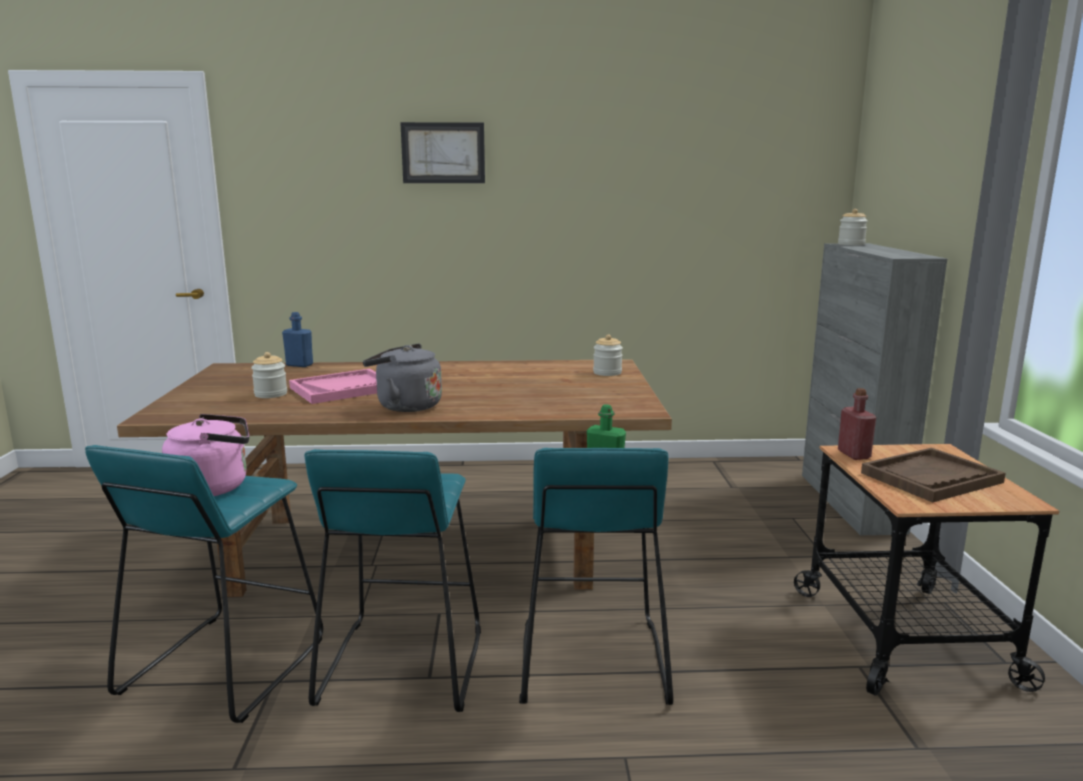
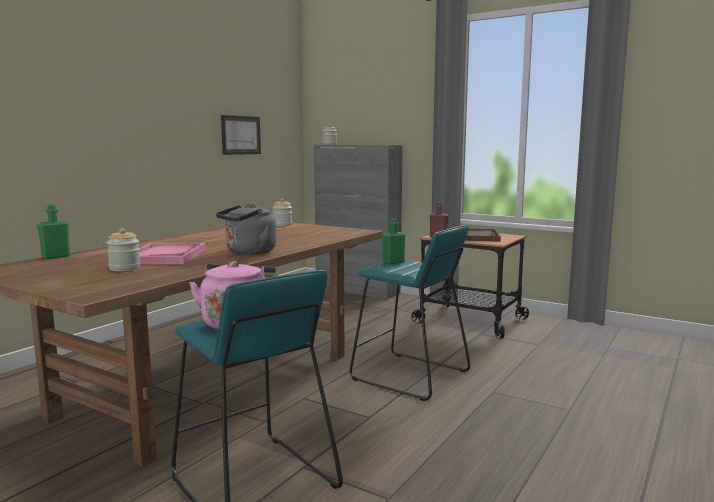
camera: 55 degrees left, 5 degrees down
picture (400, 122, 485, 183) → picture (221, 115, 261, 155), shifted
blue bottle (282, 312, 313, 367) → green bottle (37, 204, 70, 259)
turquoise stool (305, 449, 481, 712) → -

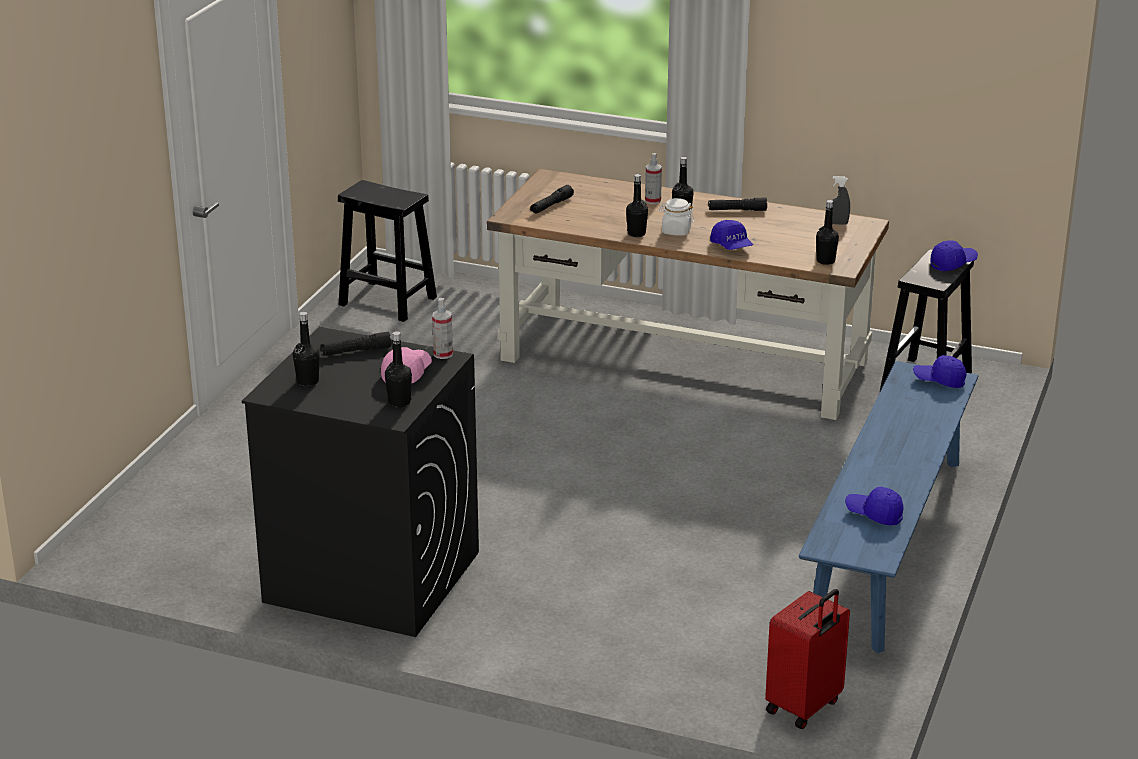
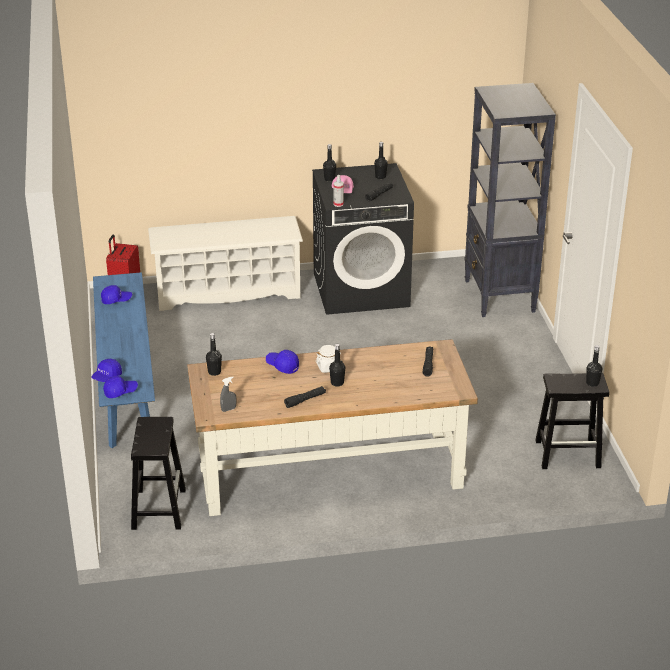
camera: 150 degrees right, 5 degrees up
spray bottle (645, 153, 662, 204) → -
black bottle (626, 174, 648, 237) → black bottle (586, 345, 602, 387), shifted
blue cap (930, 240, 978, 271) → blue cap (91, 359, 122, 382), shifted
- → black bookcase (464, 83, 556, 317)
- → white shoe rack (148, 216, 303, 311)

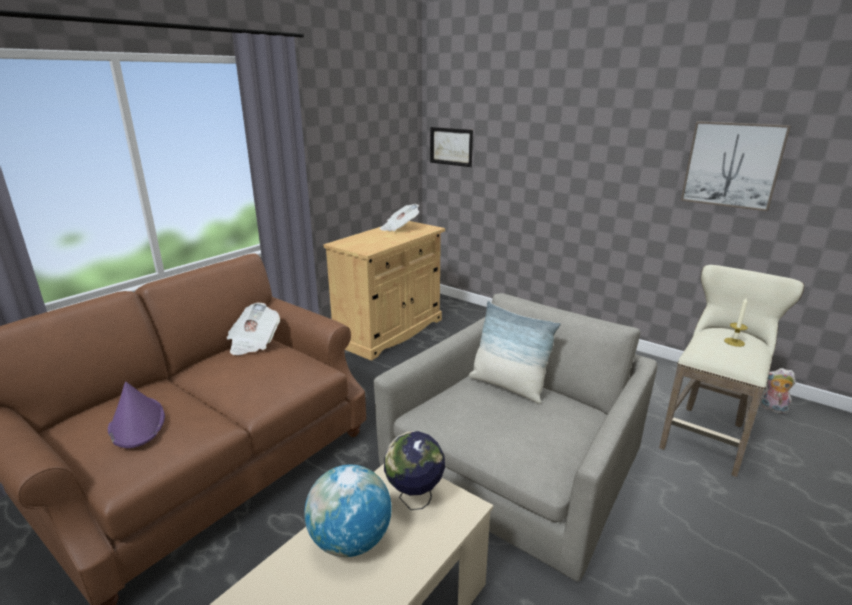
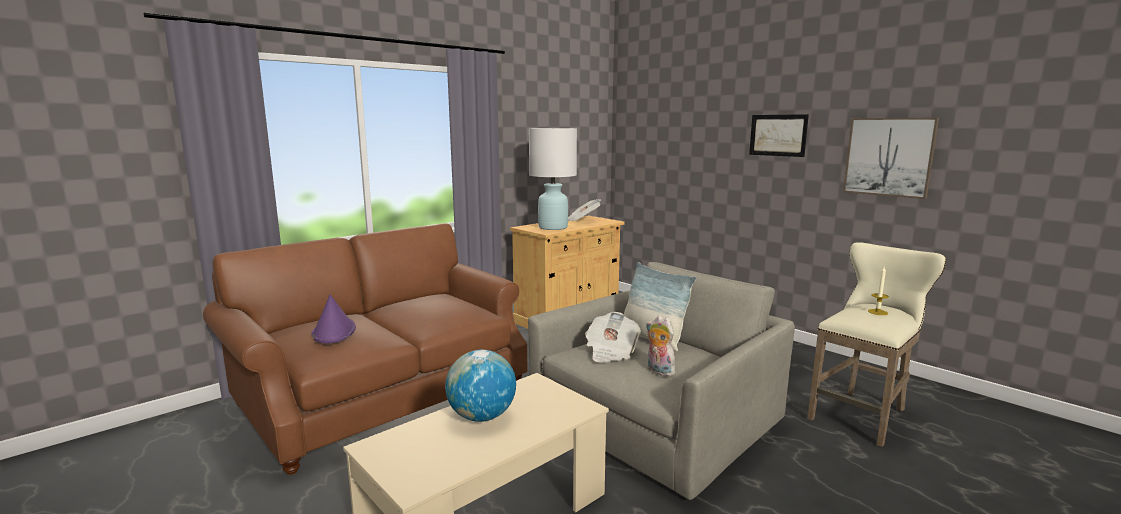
camera: 10 degrees right, 10 degrees down
picture (430, 127, 473, 167) → picture (749, 114, 809, 157), shifted
newspaper (226, 303, 280, 355) → newspaper (585, 312, 641, 363), shifted
plush toy (761, 368, 796, 414) → plush toy (646, 316, 678, 376), shifted
globe (384, 431, 445, 510) → -
- → white table lamp (529, 128, 577, 230)

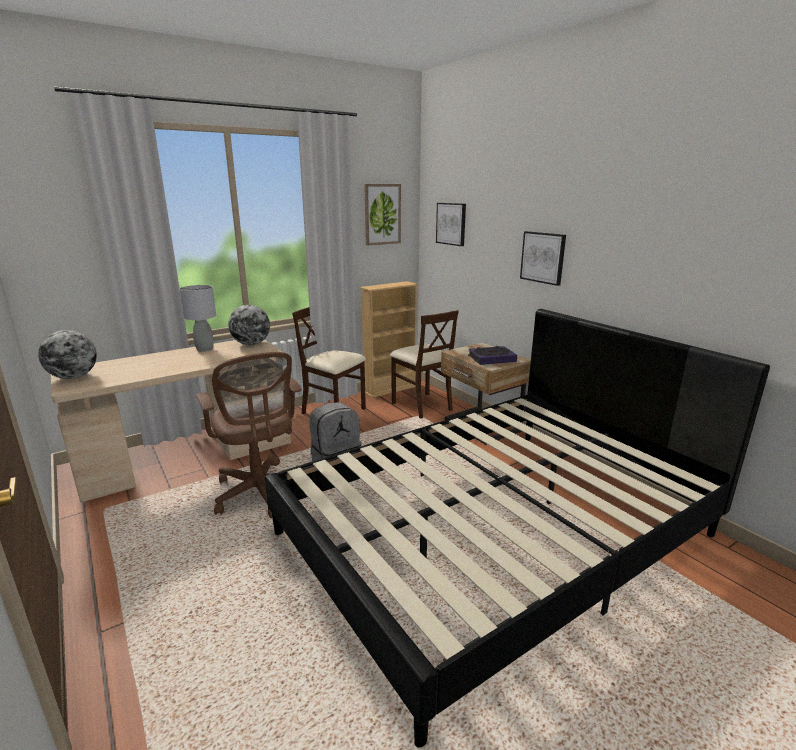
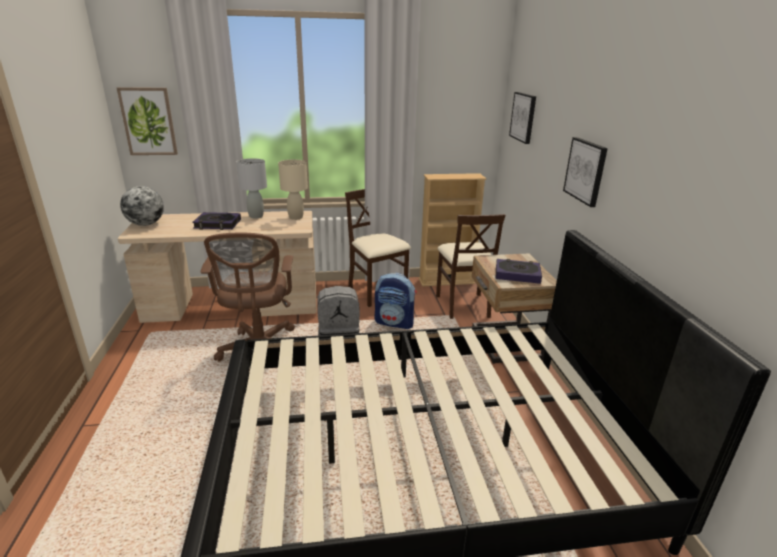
camera: 25 degrees right, 5 degrees up
picture (364, 184, 401, 245) → picture (117, 87, 178, 155), shifted
globe (228, 305, 270, 345) → beige table lamp (278, 160, 308, 220)
- → book (192, 212, 241, 230)
- → backpack (375, 273, 417, 329)

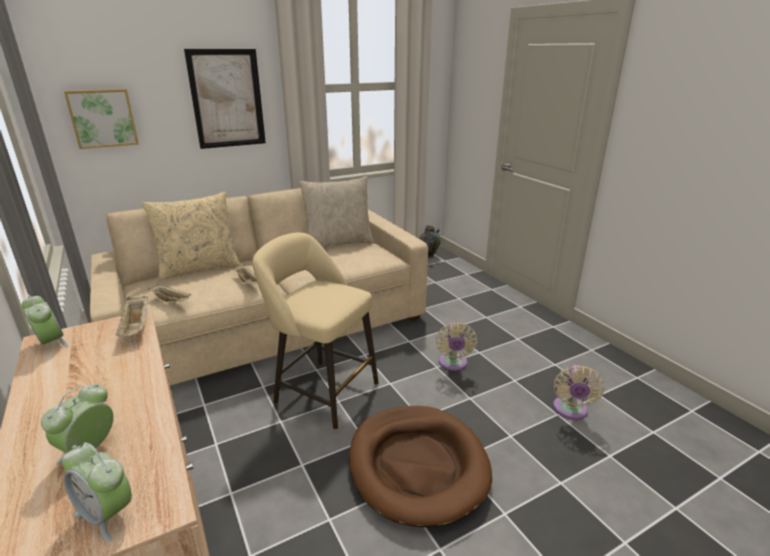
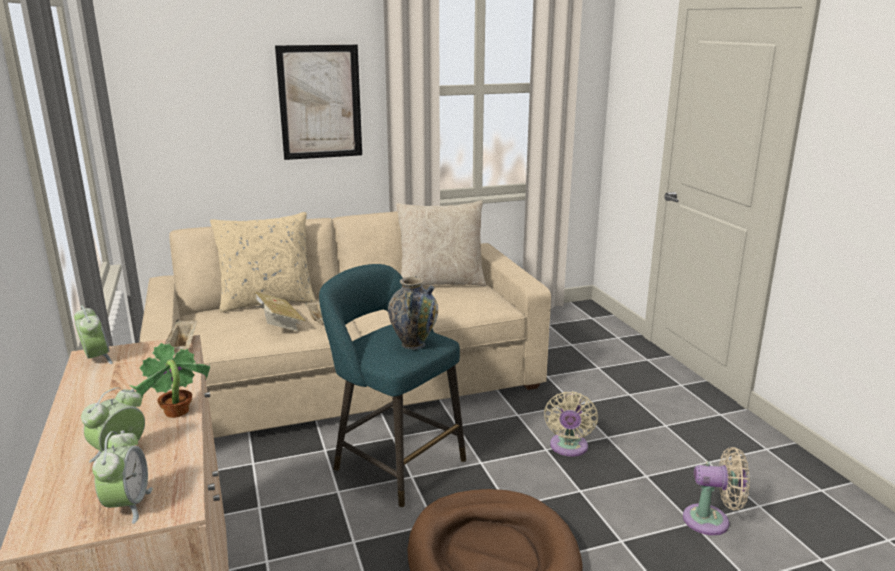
camera: 10 degrees right, 5 degrees down
picture (64, 89, 139, 149) → -
vase (419, 225, 441, 258) → vase (388, 276, 438, 350), shifted
beige stool (252, 233, 379, 430) → turquoise stool (319, 264, 466, 508)
beige tray (148, 284, 191, 302) → -
beige fan (553, 365, 605, 420) → beige fan (683, 447, 750, 535), 105 degrees counterclockwise
alarm clock (62, 442, 132, 542) → alarm clock (92, 430, 153, 524), 135 degrees counterclockwise
- → book (255, 292, 305, 331)
- → potted plant (129, 343, 210, 418)

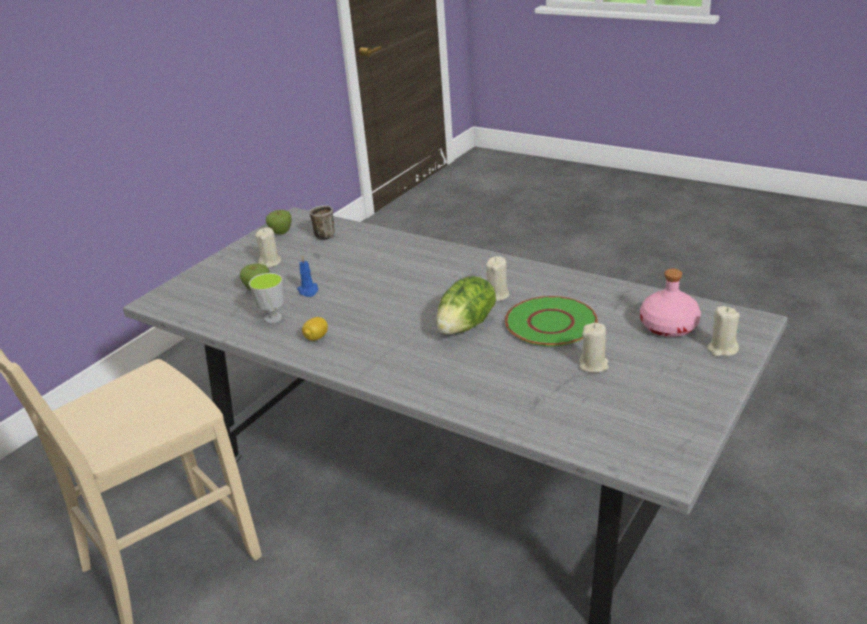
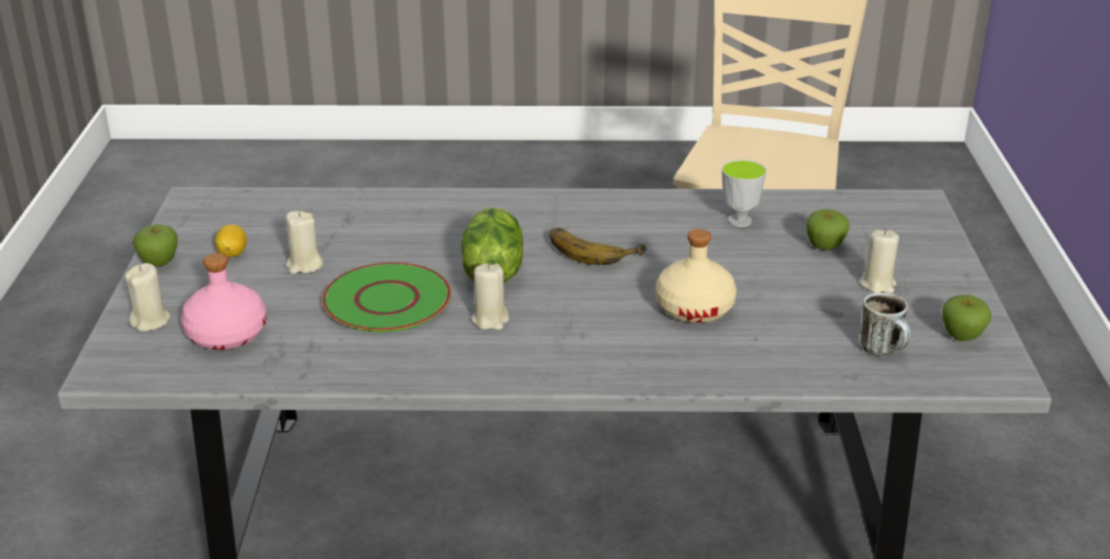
camera: 145 degrees right, 0 degrees up
blue candle (297, 255, 318, 297) → -
lemon (302, 317, 328, 341) → lemon (215, 224, 247, 257), shifted
- → apple (133, 224, 178, 267)
- → banana (550, 228, 646, 265)
- → beige bottle (656, 229, 737, 323)

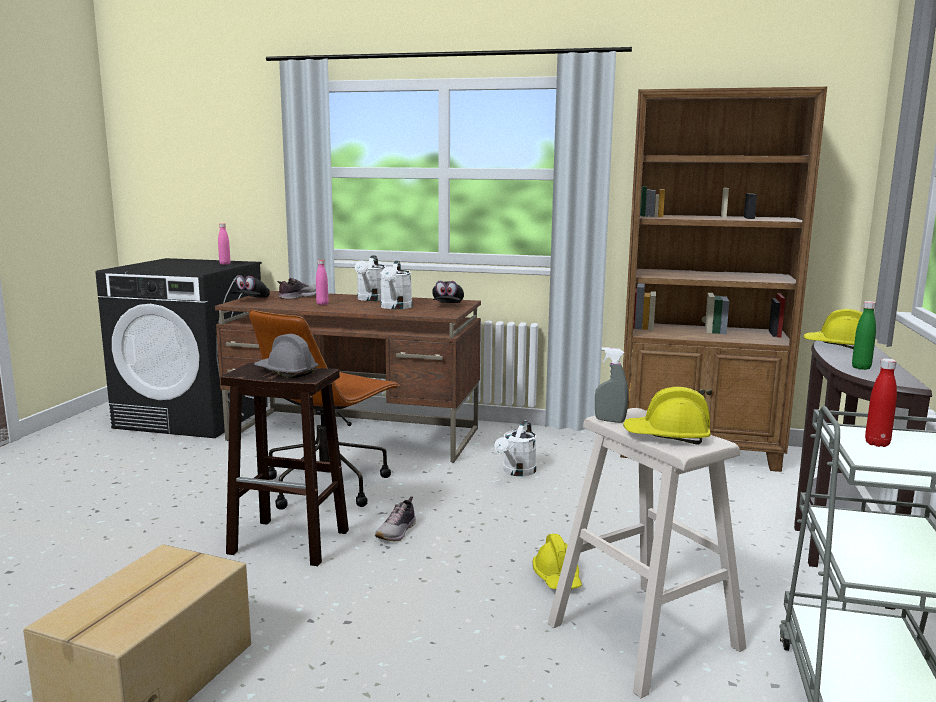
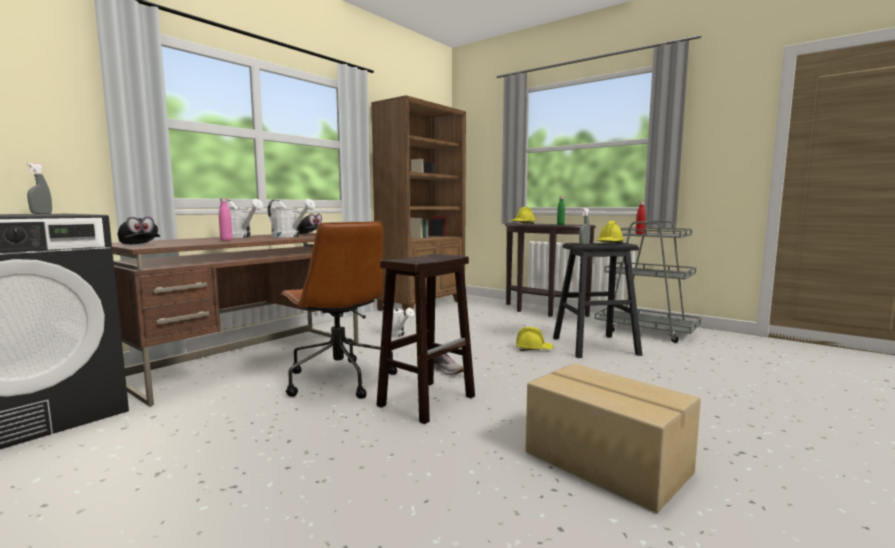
camera: 65 degrees left, 5 degrees down
pink bottle (218, 223, 231, 265) → grey spray bottle (26, 163, 52, 214)
shoe (277, 278, 316, 299) → -
grey hard hat (254, 334, 319, 378) → -
beige stool (548, 408, 746, 698) → black stool (553, 243, 642, 358)

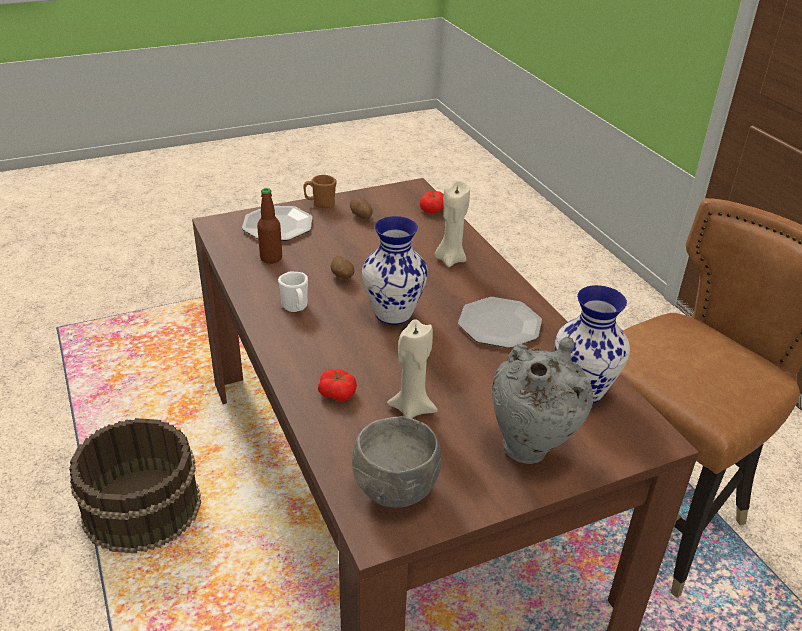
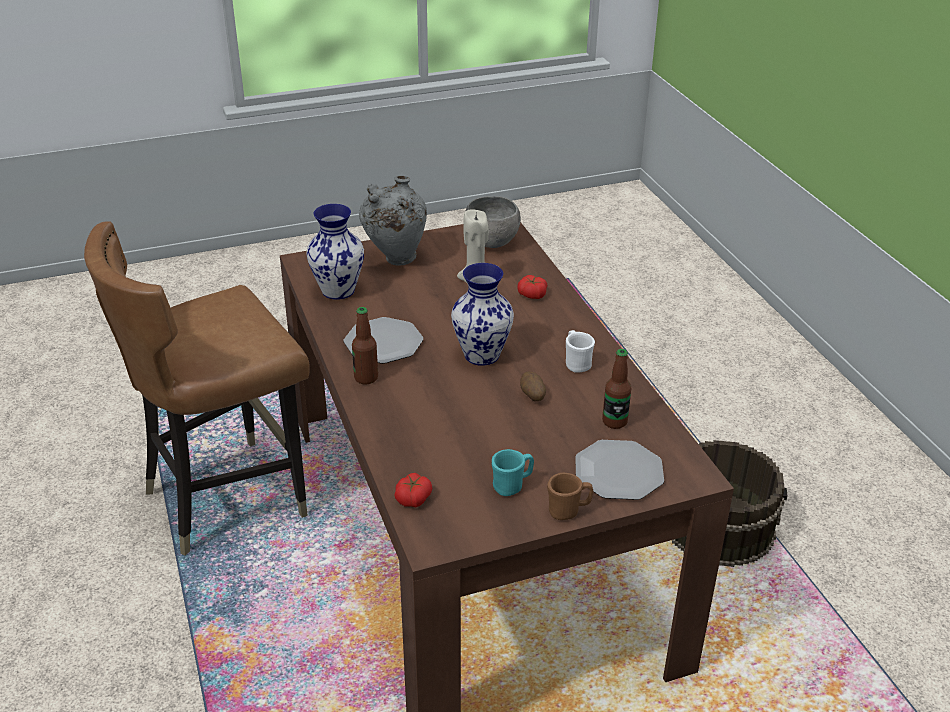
camera: 175 degrees left, 0 degrees up
beige candle (435, 181, 470, 267) → -
potato (350, 197, 373, 219) → turquoise mug (492, 449, 534, 496)
- → bottle (352, 307, 378, 385)

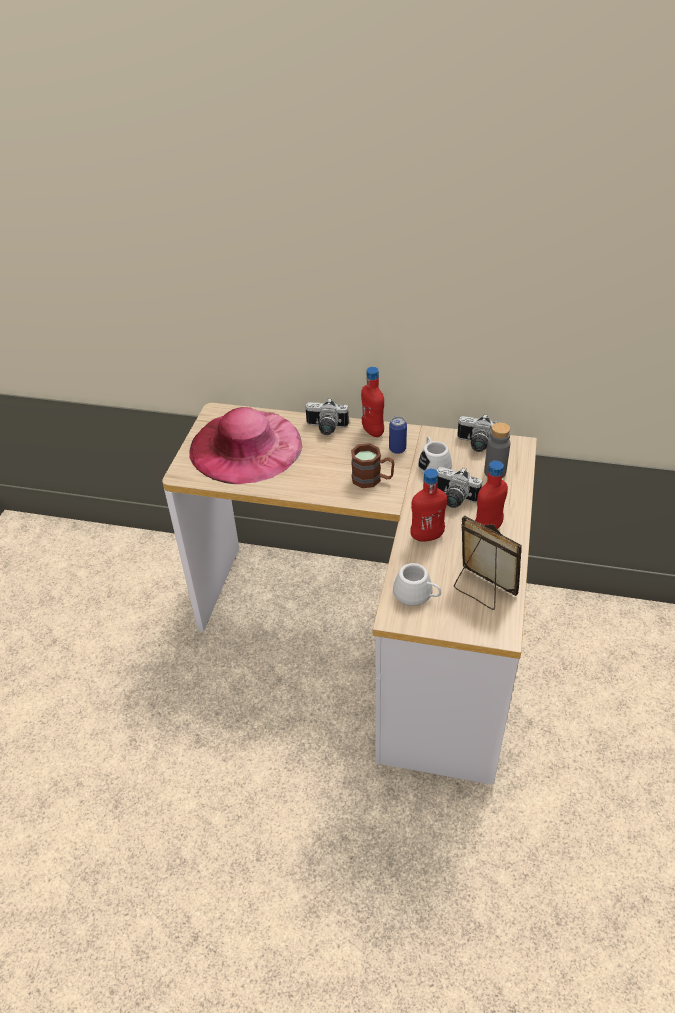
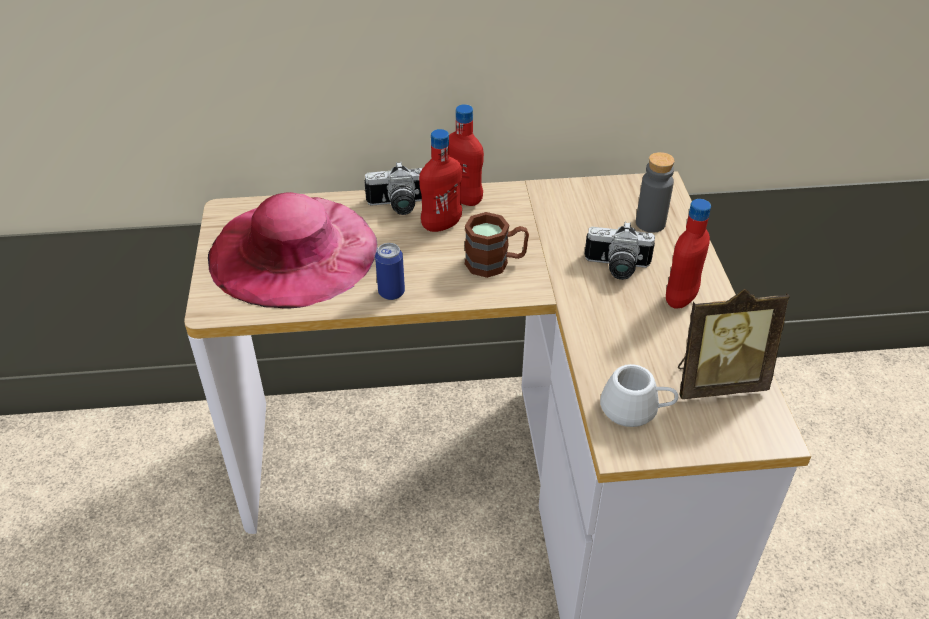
camera: 20 degrees left, 0 degrees up
photo camera (458, 414, 498, 452) → -
can (389, 416, 407, 454) → can (375, 243, 405, 300), shifted
white mug (418, 436, 452, 473) → -
red bottle (410, 468, 447, 541) → red bottle (419, 129, 462, 232), shifted
picture frame (454, 515, 522, 610) → picture frame (678, 289, 790, 399), 150 degrees clockwise

